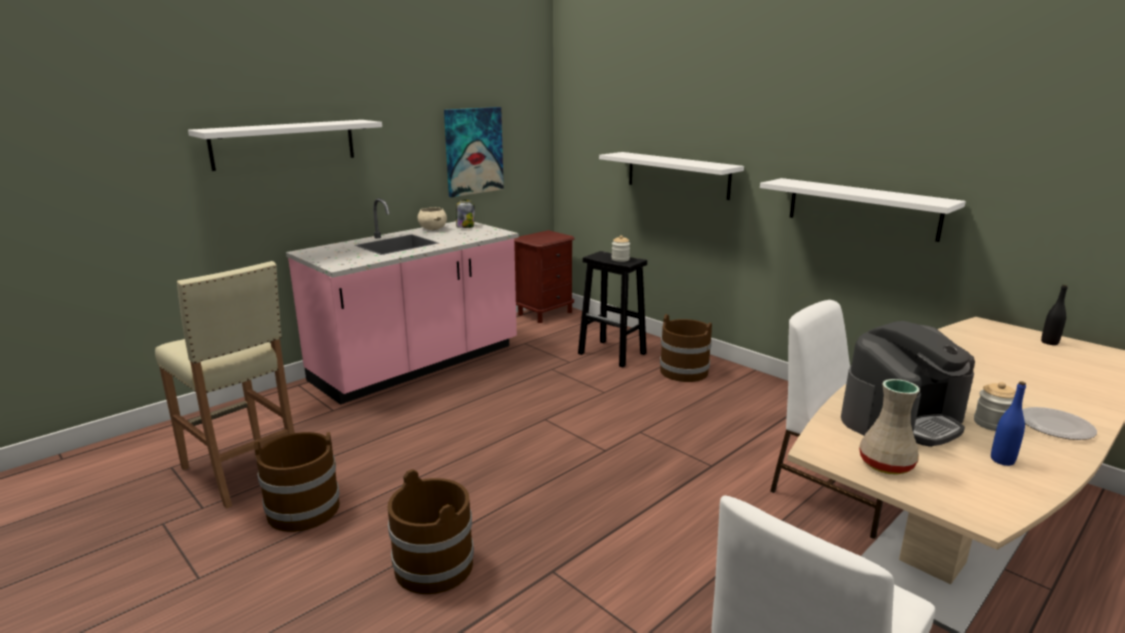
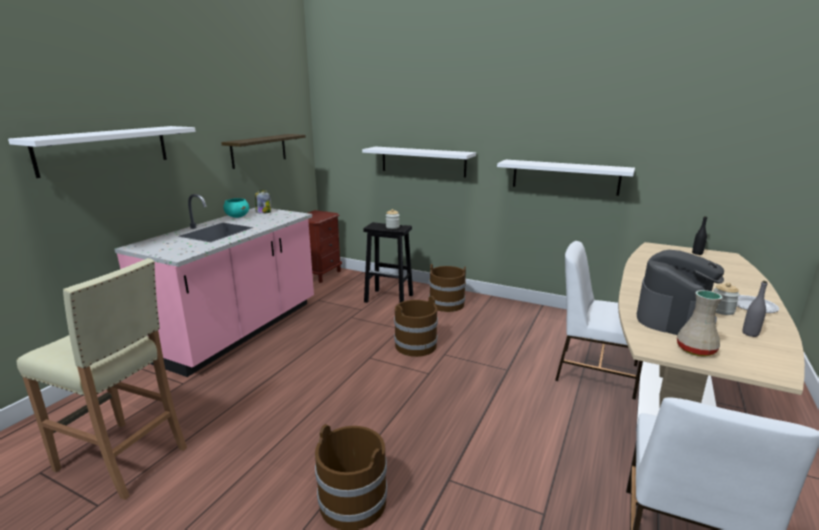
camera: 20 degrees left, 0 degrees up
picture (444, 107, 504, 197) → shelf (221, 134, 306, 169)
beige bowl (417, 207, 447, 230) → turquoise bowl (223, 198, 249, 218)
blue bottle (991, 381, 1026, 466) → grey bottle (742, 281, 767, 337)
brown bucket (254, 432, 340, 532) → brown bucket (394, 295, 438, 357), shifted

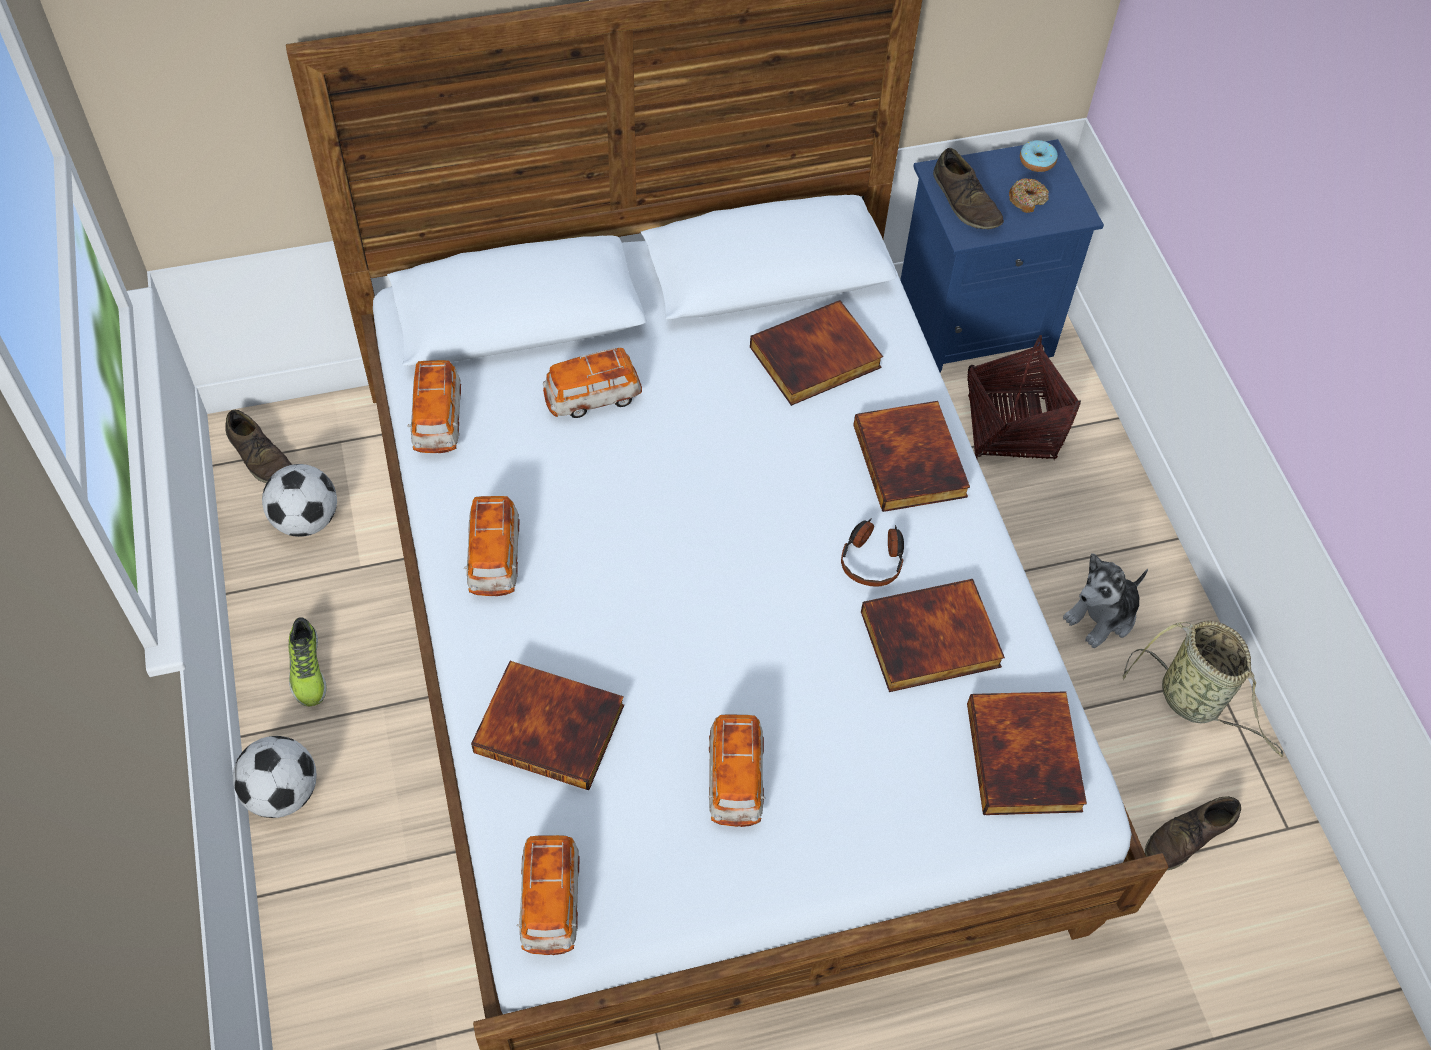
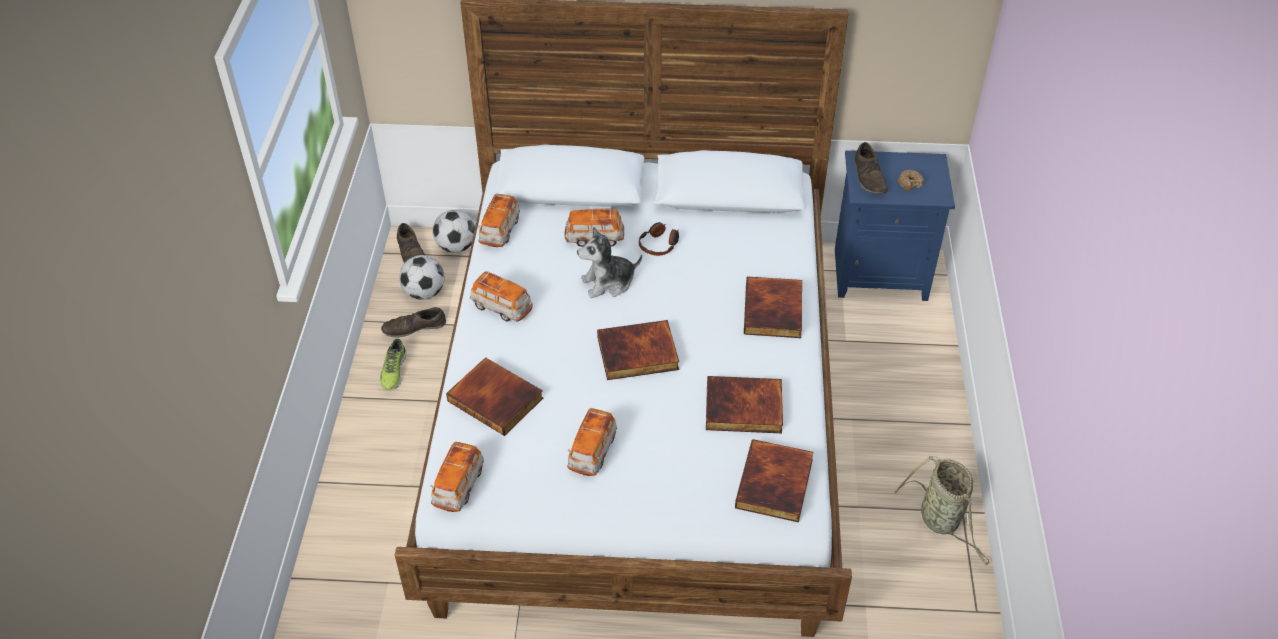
camera: 20 degrees right, 10 degrees down
donut (1020, 140, 1058, 172) → -
book (750, 300, 883, 406) → book (597, 320, 679, 380), shifted
basket (967, 335, 1081, 460) → -
toy car (464, 496, 520, 596) → toy car (470, 271, 533, 322), 75 degrees counterclockwise
headphones (841, 518, 904, 587) → headphones (639, 222, 679, 256), shifted
plush toy (1063, 553, 1148, 648) → plush toy (577, 227, 642, 298), shifted
football (233, 736, 317, 818) → football (433, 210, 475, 253), shifted
brown shoe (1145, 796, 1241, 870) → brown shoe (381, 307, 446, 338), shifted

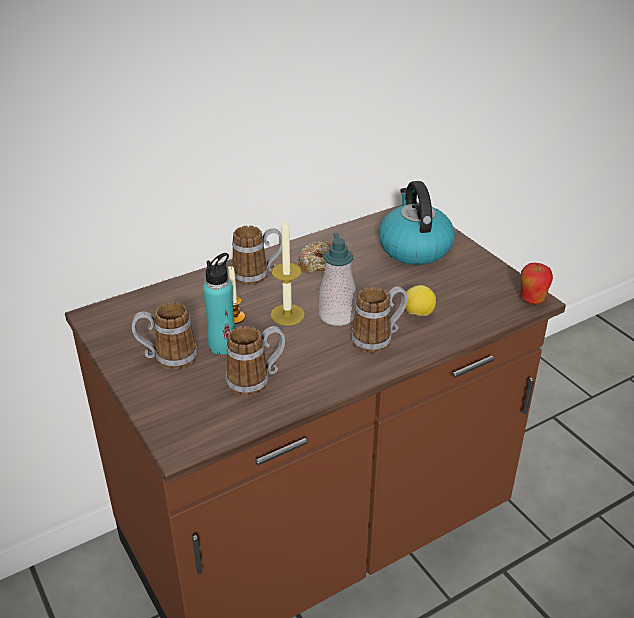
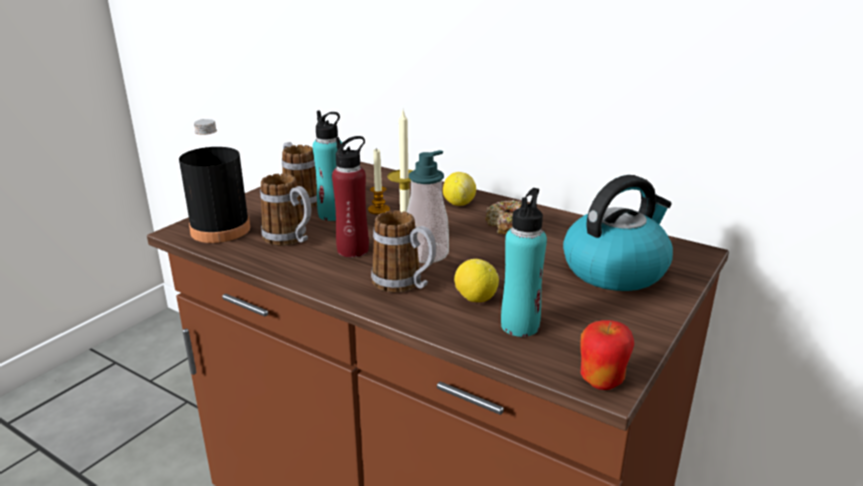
camera: 65 degrees right, 10 degrees down
mug (232, 226, 282, 285) → lemon (443, 172, 476, 206)
- → black bottle (179, 119, 250, 243)
- → red bottle (332, 136, 369, 257)
- → turquoise bottle (501, 188, 547, 337)

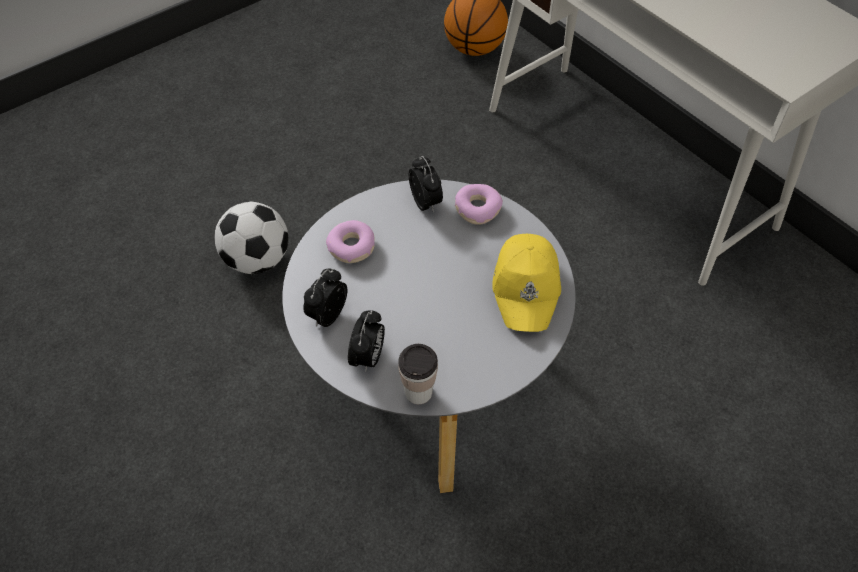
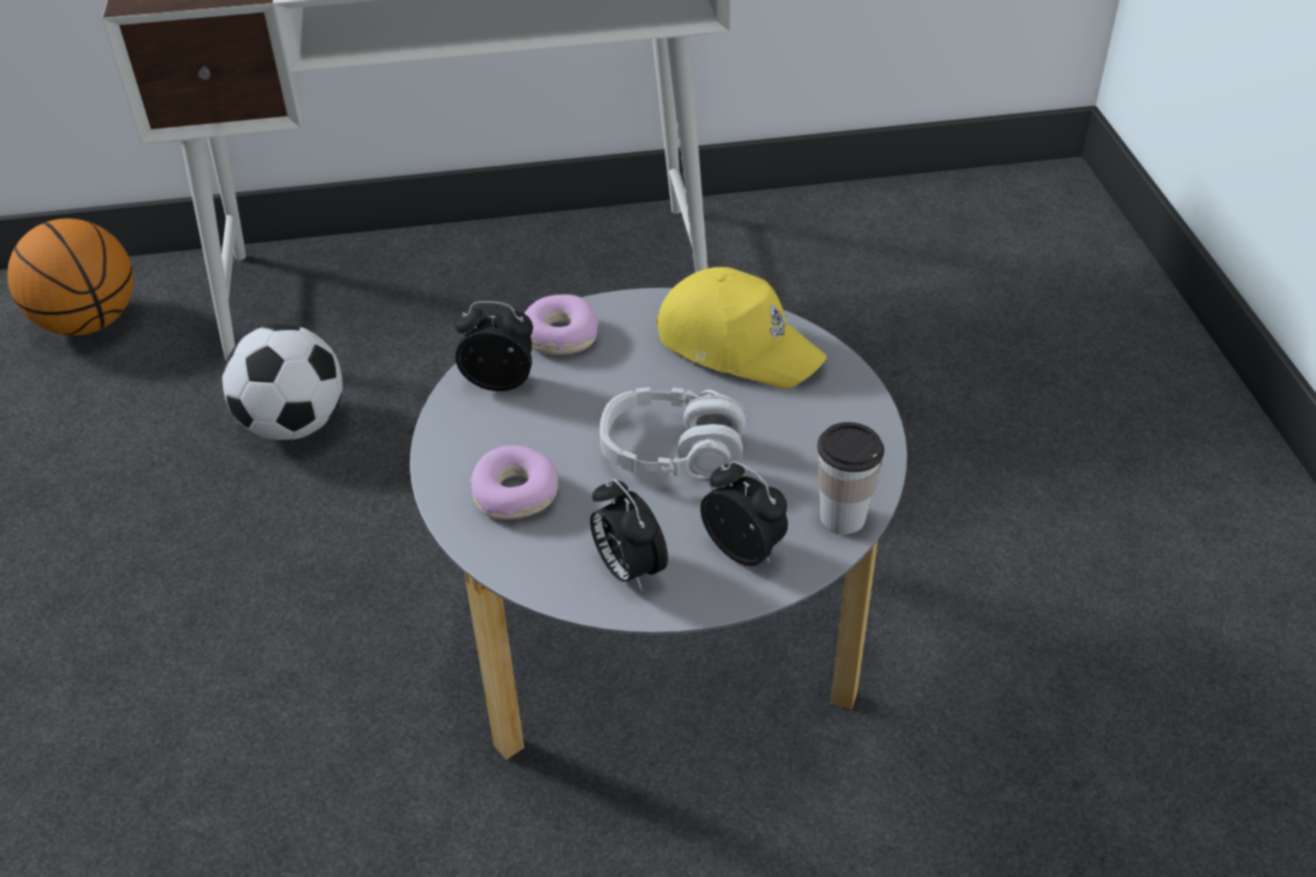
camera: 60 degrees left, 10 degrees down
football (215, 202, 288, 274) → football (222, 324, 343, 441), shifted
- → grey headphones (599, 387, 747, 479)

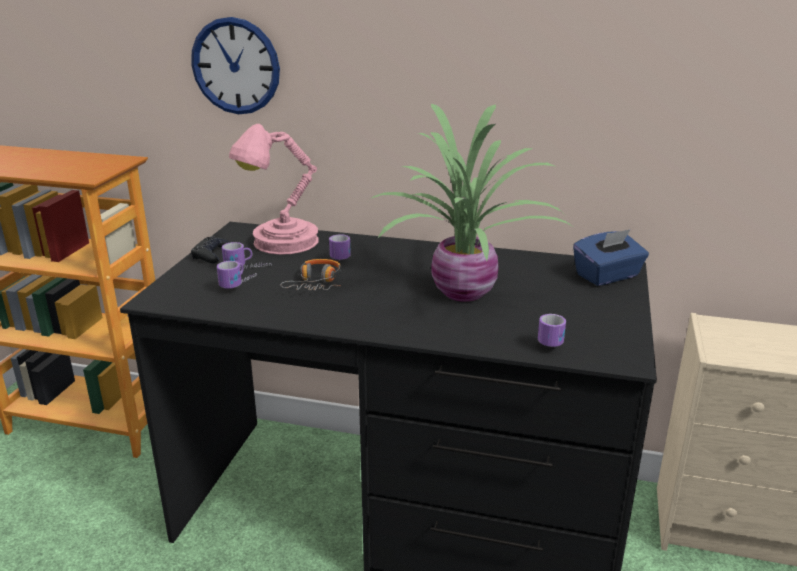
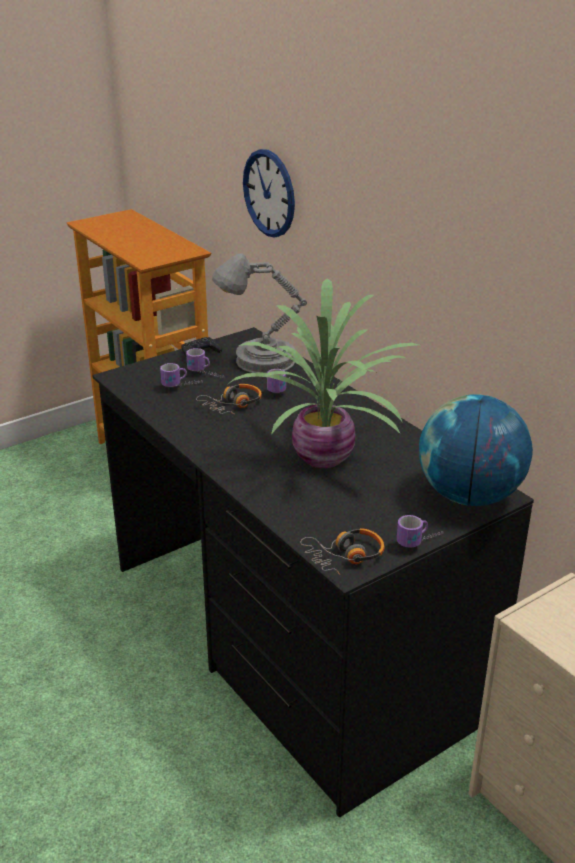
camera: 40 degrees right, 5 degrees up
pink table lamp (229, 124, 319, 255) → grey table lamp (212, 253, 307, 373)
blue tissue box (573, 229, 649, 286) → globe (419, 394, 533, 506)
mug (538, 314, 566, 347) → mug (397, 515, 443, 548), shifted
- → headphones (300, 528, 384, 575)

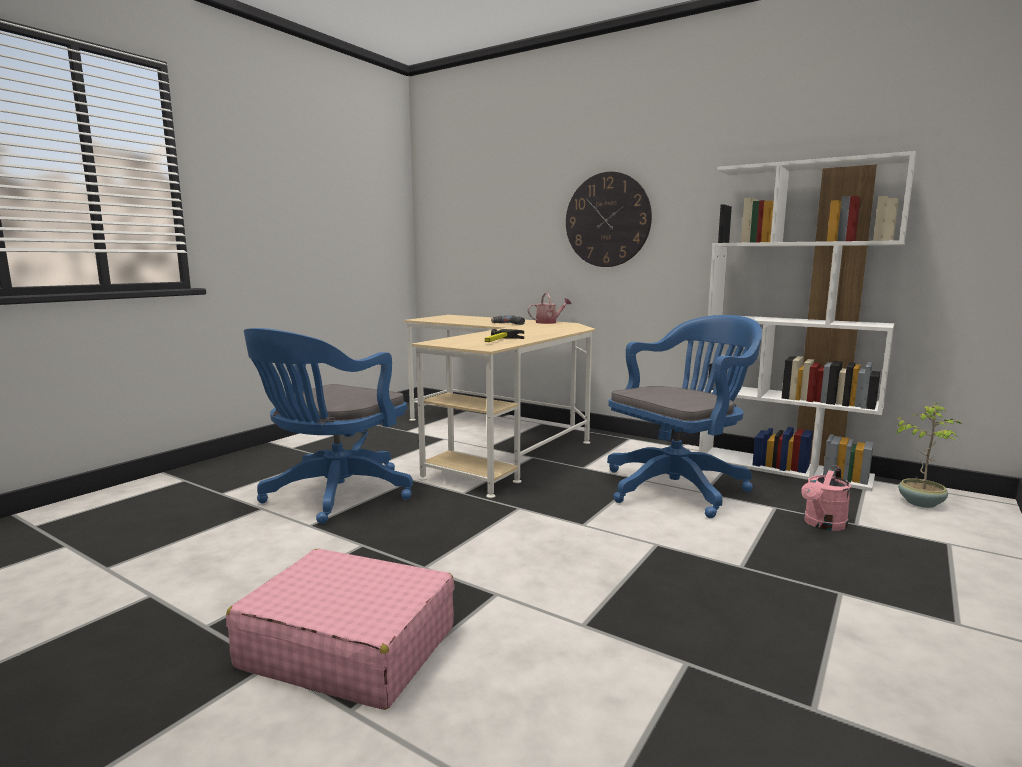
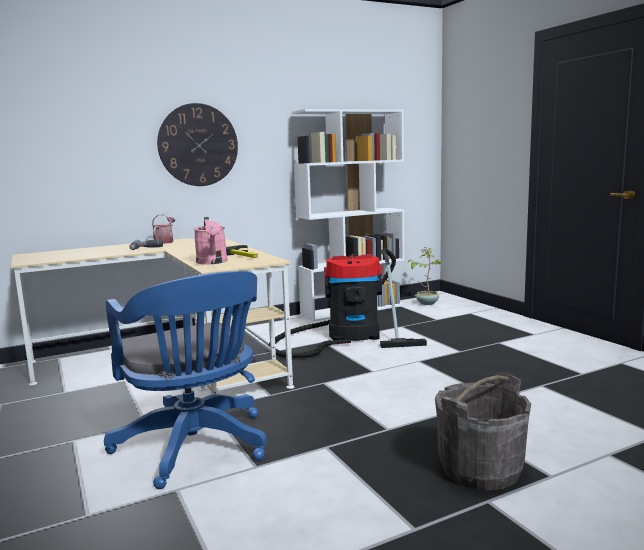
camera: 60 degrees left, 0 degrees up
blue office chair (607, 315, 762, 518) → vacuum cleaner (268, 249, 427, 358)
pink watering can (801, 465, 851, 531) → pink watering can (194, 217, 228, 264), shifted
pink suitcase (226, 549, 454, 710) → grey bucket (435, 373, 531, 491)

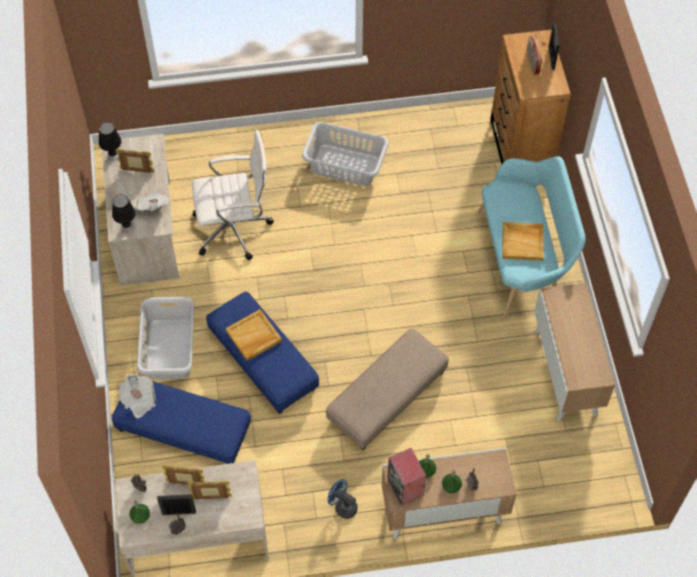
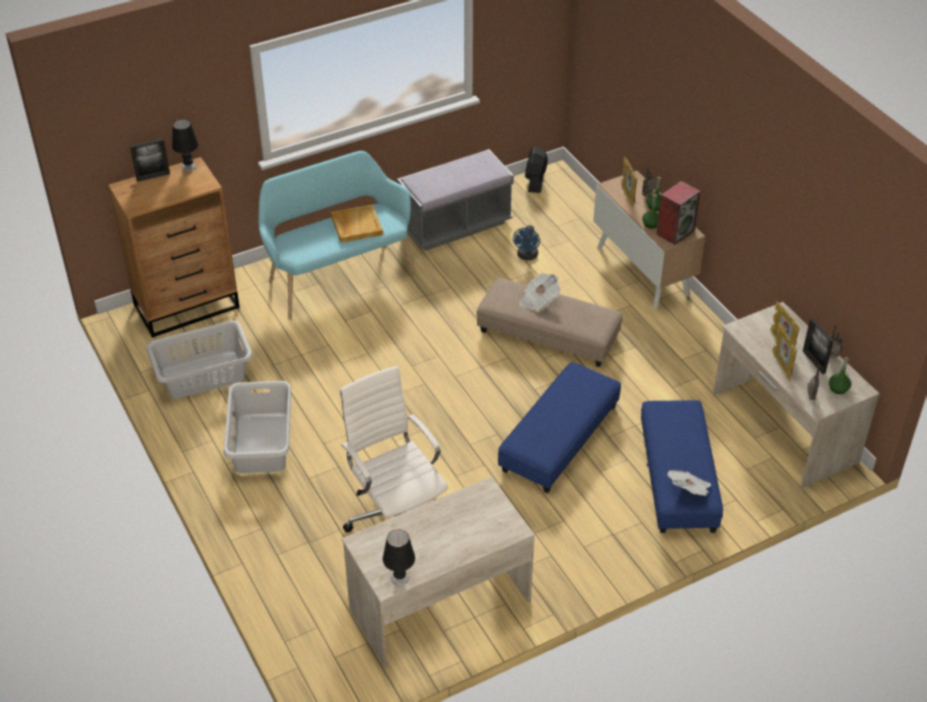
camera: 110 degrees left, 15 degrees down
radio (527, 35, 542, 75) → -
picture frame (115, 149, 155, 173) → picture frame (621, 157, 637, 207), shifted
newspaper (135, 191, 170, 211) → newspaper (519, 273, 560, 312), shifted
black table lamp (112, 194, 136, 233) → black table lamp (172, 119, 198, 171), shifted
cabinet (534, 282, 615, 421) → grey bench (397, 149, 514, 251)
grey laundry basket (137, 297, 194, 379) → grey laundry basket (147, 321, 253, 399), shifted
beige tray (225, 309, 282, 361) → -
blue fan (328, 479, 358, 519) → blue fan (513, 225, 540, 260), shifted
- → black fan (525, 147, 548, 193)

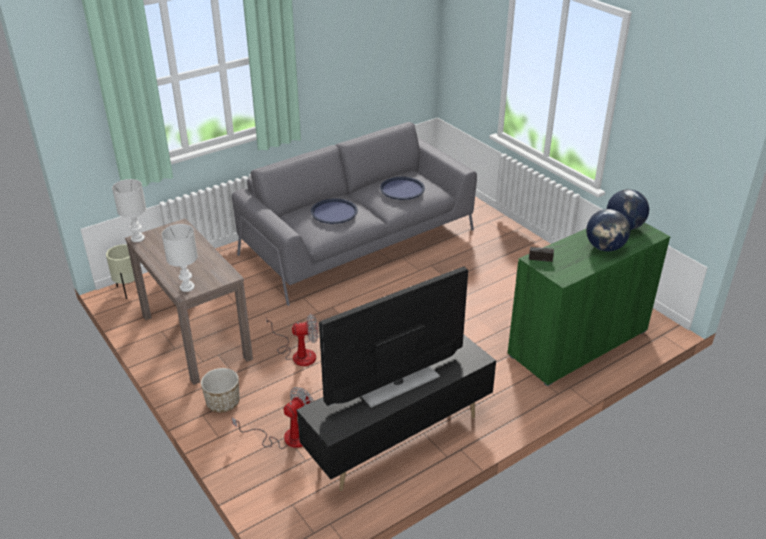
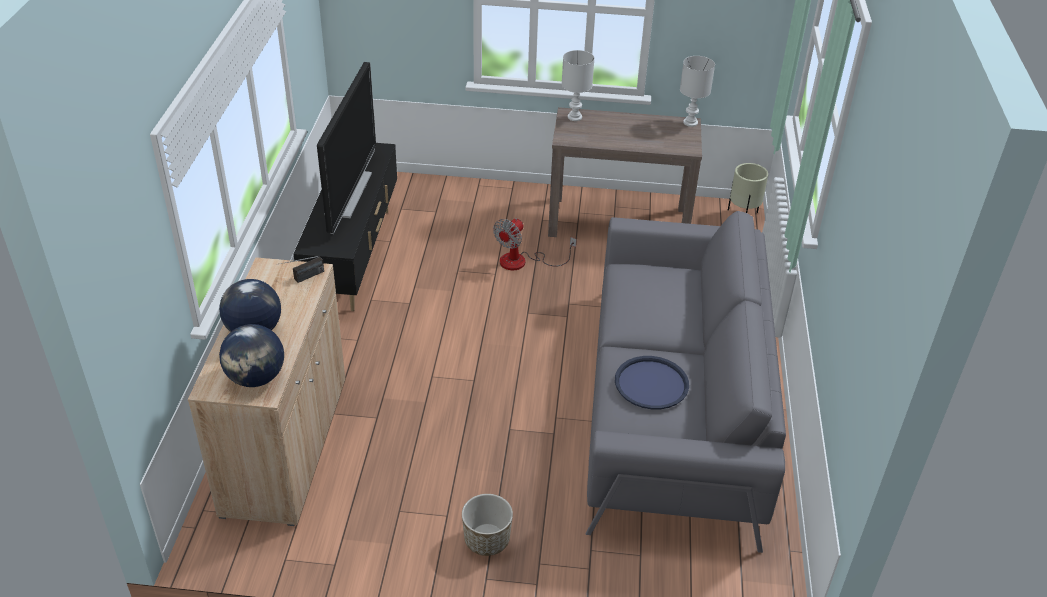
camera: 130 degrees right, 5 degrees up
blue tray (311, 198, 358, 224) → -
green cabinet (508, 222, 670, 387) → beige cabinet (188, 257, 345, 526)
planter (201, 368, 240, 412) → planter (462, 494, 513, 556), shifted
fan (231, 387, 314, 449) → -

